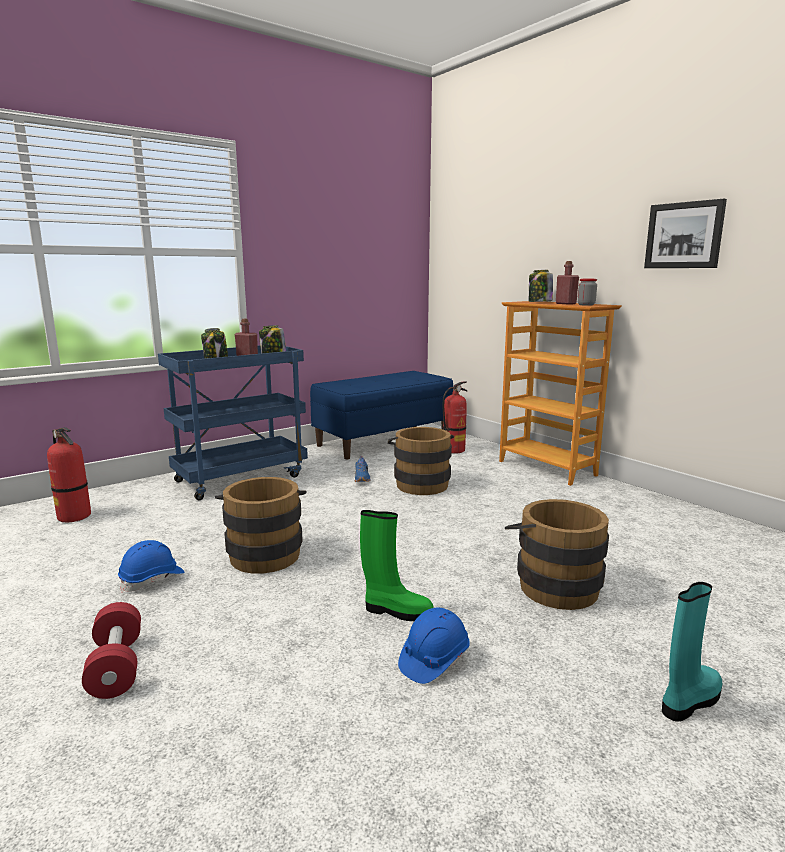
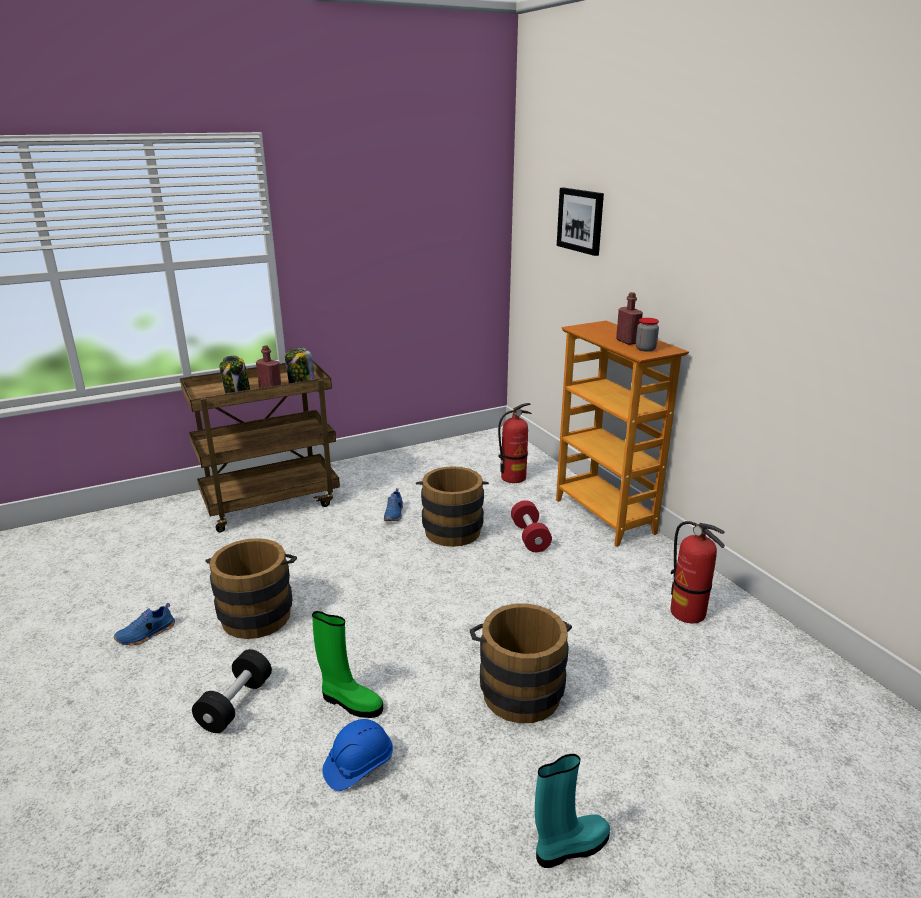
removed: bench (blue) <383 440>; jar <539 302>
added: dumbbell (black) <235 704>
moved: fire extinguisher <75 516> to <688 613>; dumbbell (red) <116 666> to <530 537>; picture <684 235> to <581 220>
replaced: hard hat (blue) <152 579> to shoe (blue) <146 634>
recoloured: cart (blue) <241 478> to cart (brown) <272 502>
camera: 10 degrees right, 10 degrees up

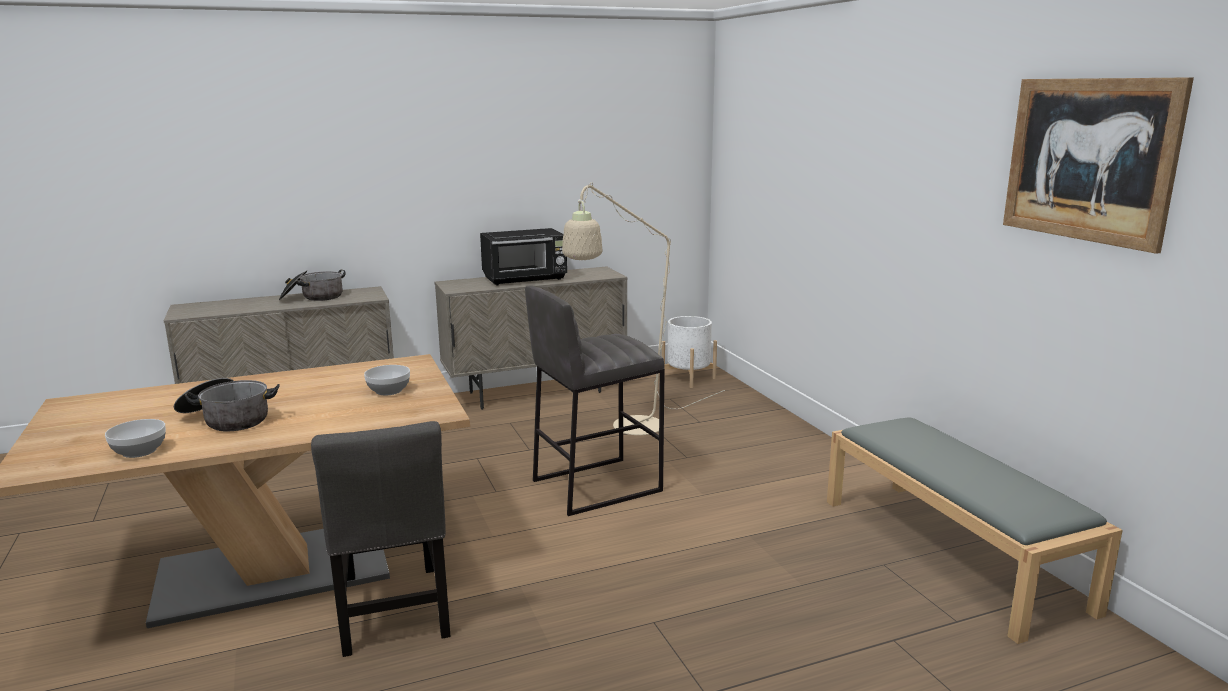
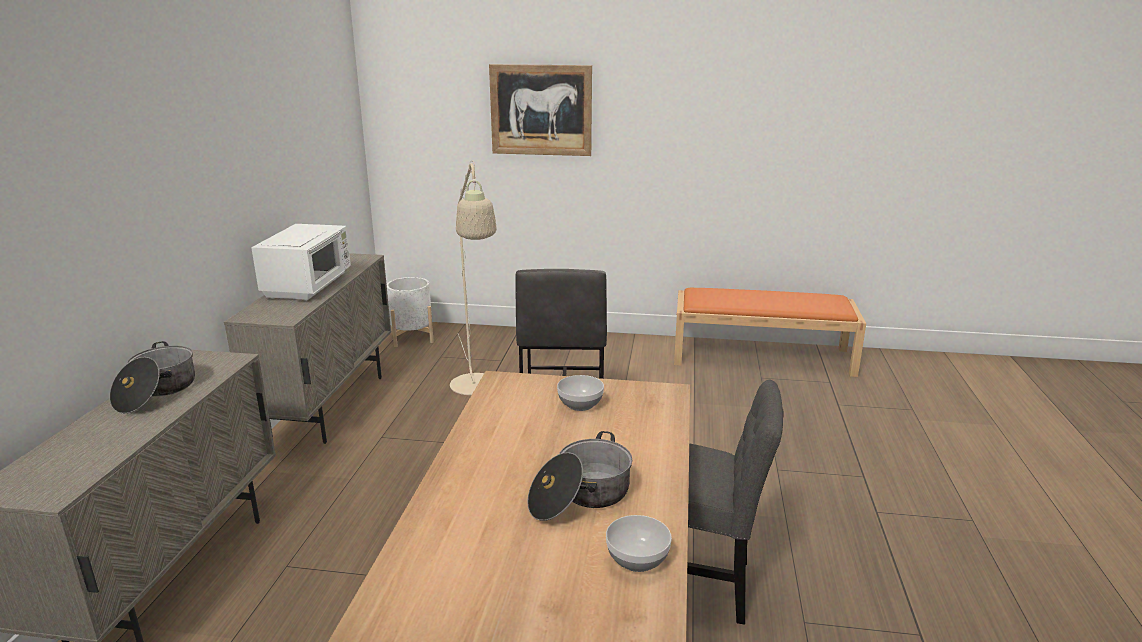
moved: picture <1088 160> to <541 110>
recoloured: microwave (black) <525 279> to microwave (white) <309 286>; bench (grey) <951 553> to bench (orange) <762 356>
camera: 60 degrees left, 5 degrees up

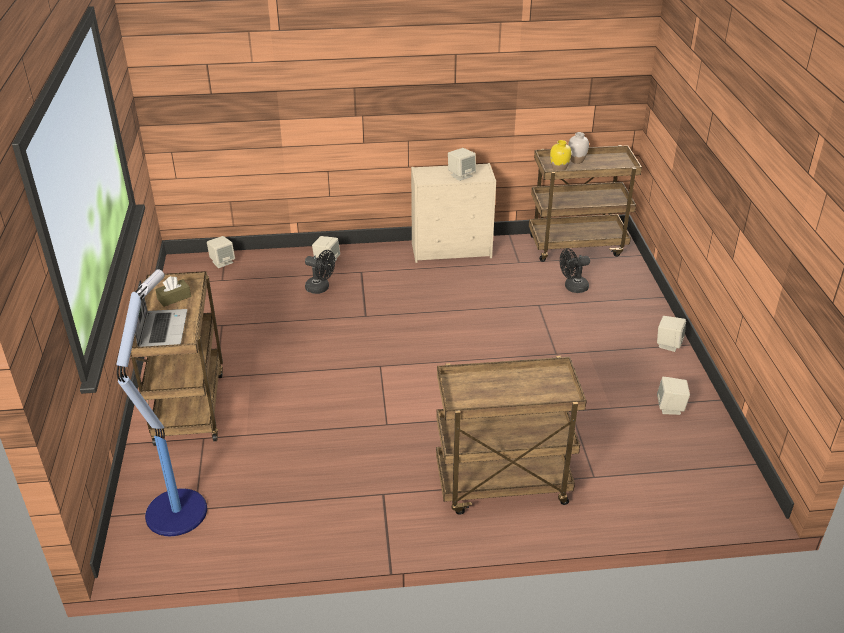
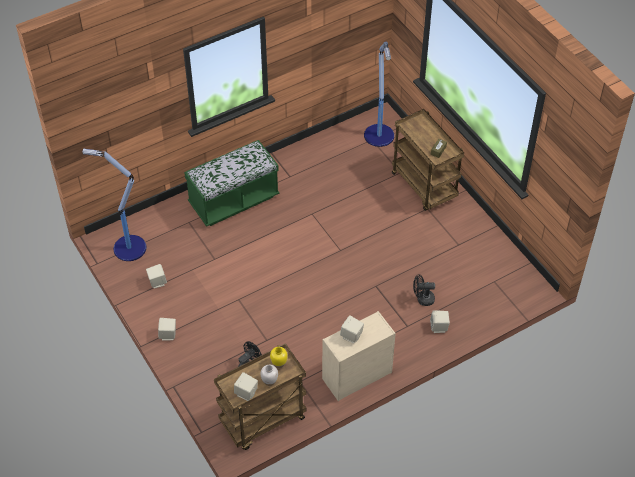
removed: laptop <162 329>
added: floor lamp <128 248>
moved: speaker (beige) <222 262> to <246 393>
replaced: cart (brown) <501 486> to bench (green) <234 200>
camera: 155 degrees right, 15 degrees up

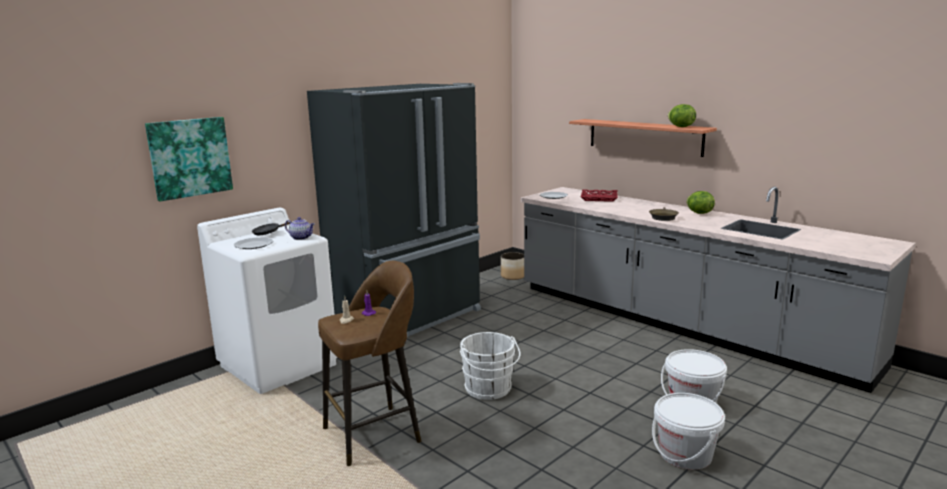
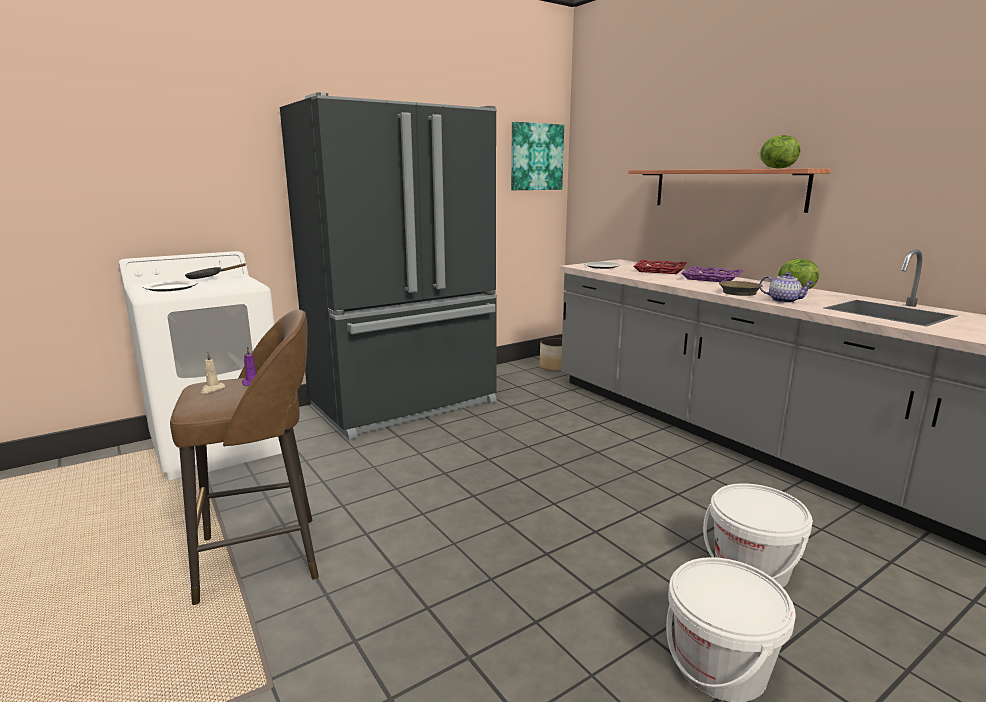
removed: bucket (white) <489 390>
added: tray (purple) <712 278>
moved: picture <190 157> to <536 157>; teapot <301 238> to <784 301>
camera: 10 degrees right, 0 degrees up

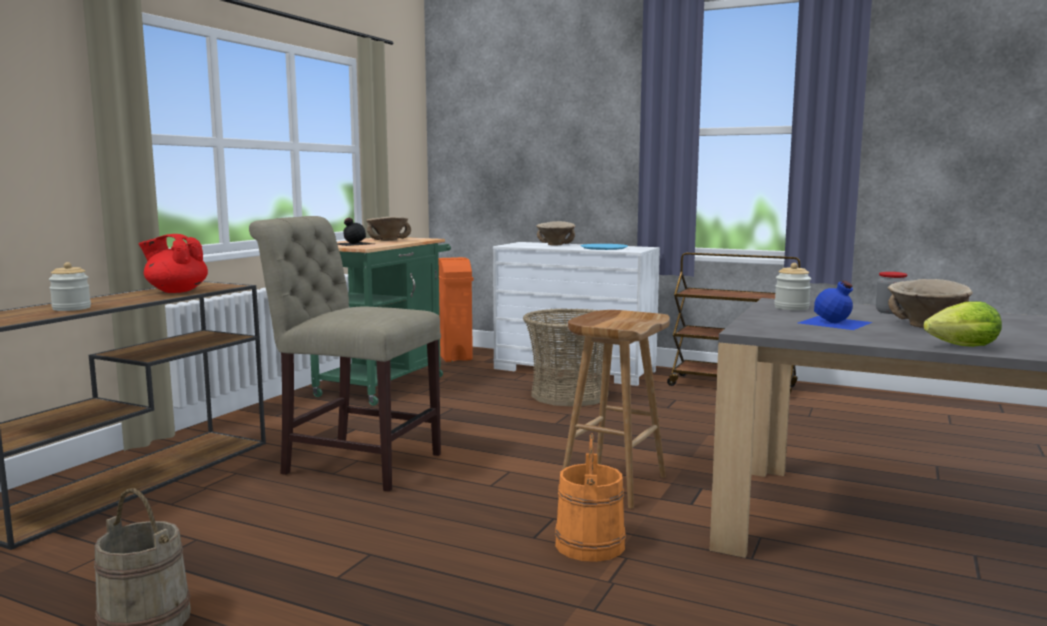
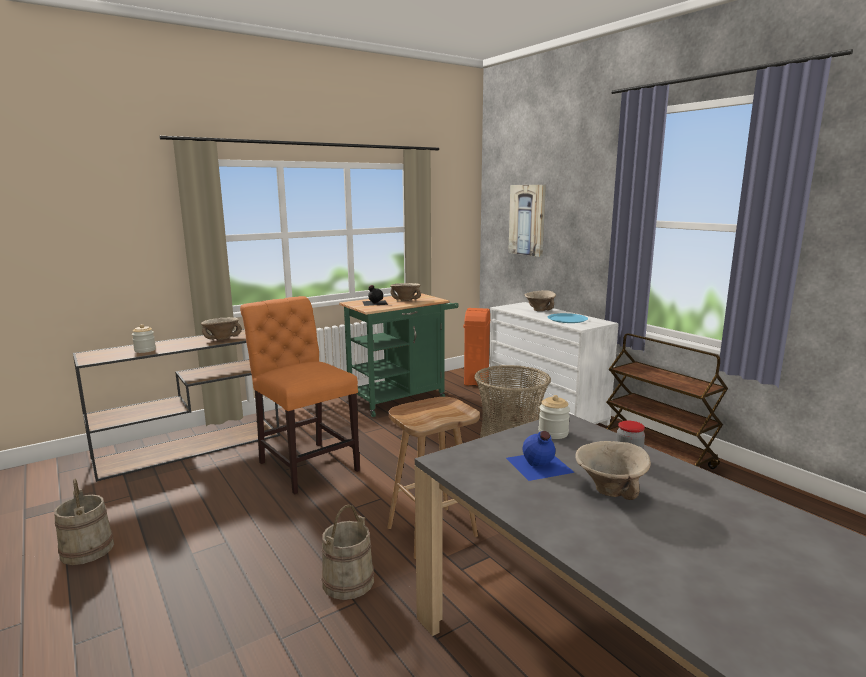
removed: lettuce <958 347>
added: picture <527 220>
replaced: teapot (red) <176 291> to bowl (beige) <221 338>
recoloured: chair (beige) <355 462> to chair (orange) <306 464>; bucket (orange) <589 544> to bucket (beige) <348 581>
camera: 30 degrees right, 5 degrees up

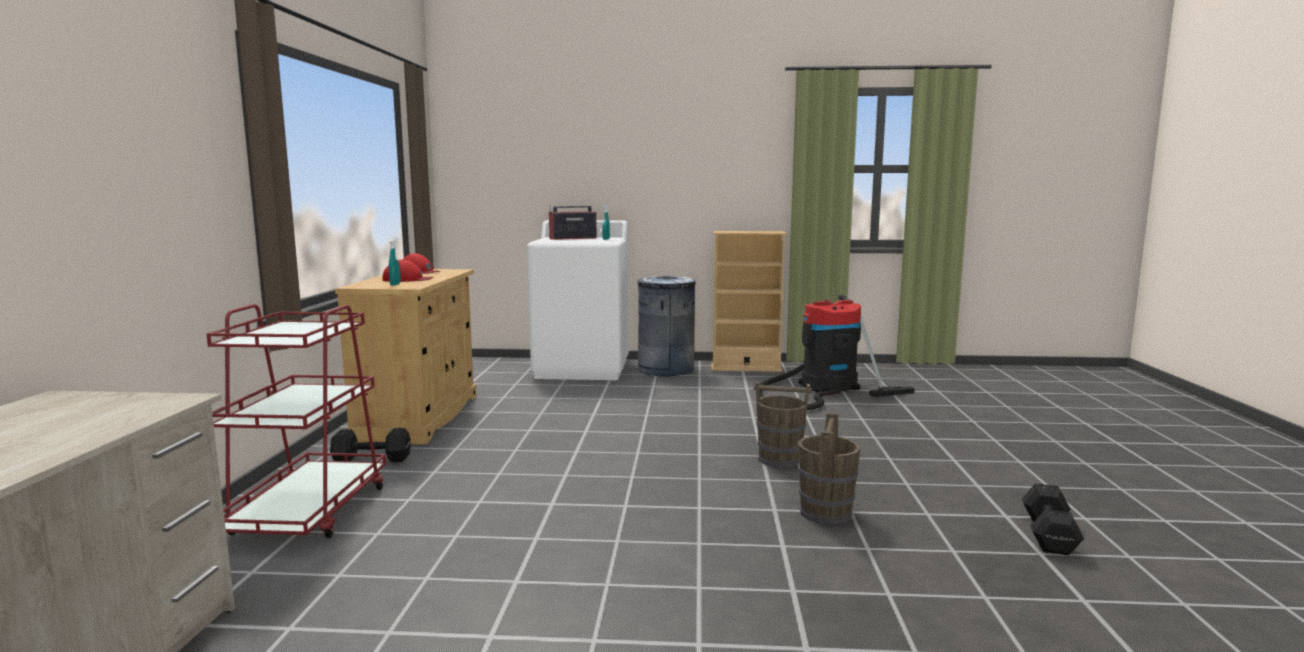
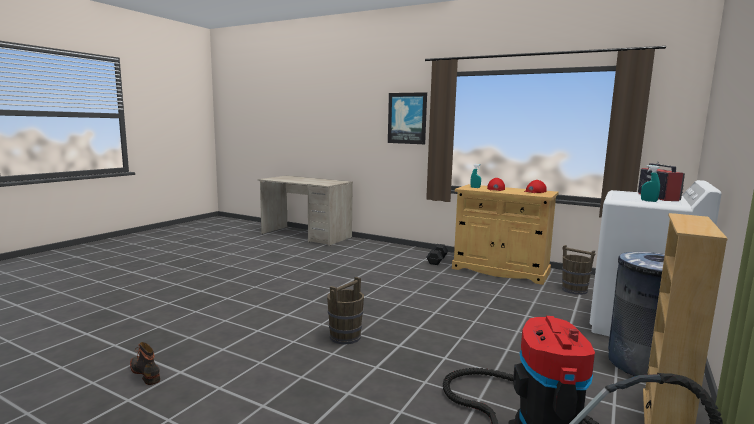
removed: cart (red) <309 512>
added: picture <407 118>
moved: bucket (brown) <825 512> to <574 290>
replaced: dumbbell (black) <1049 534> to boot <146 372>
camera: 115 degrees right, 0 degrees up

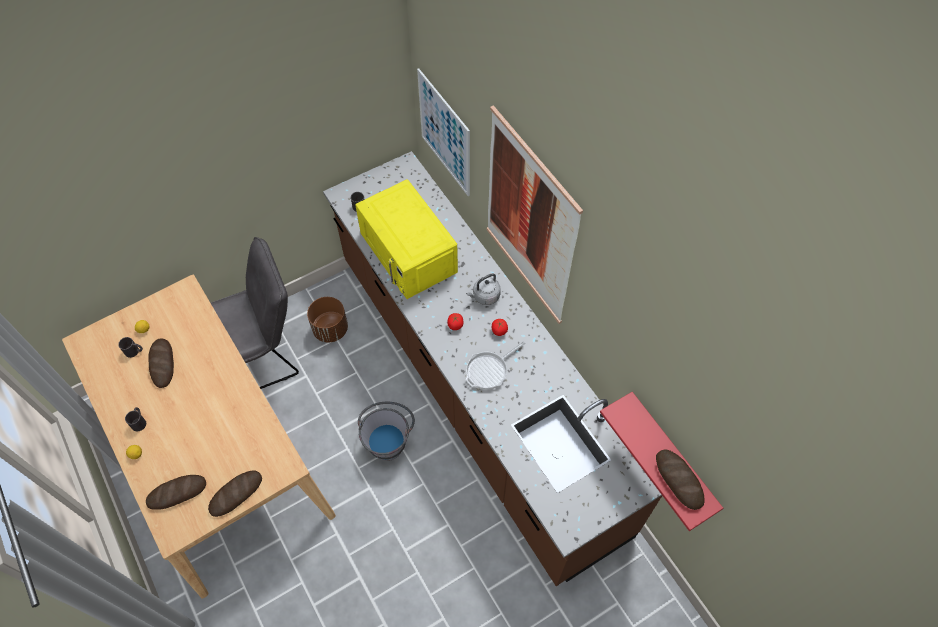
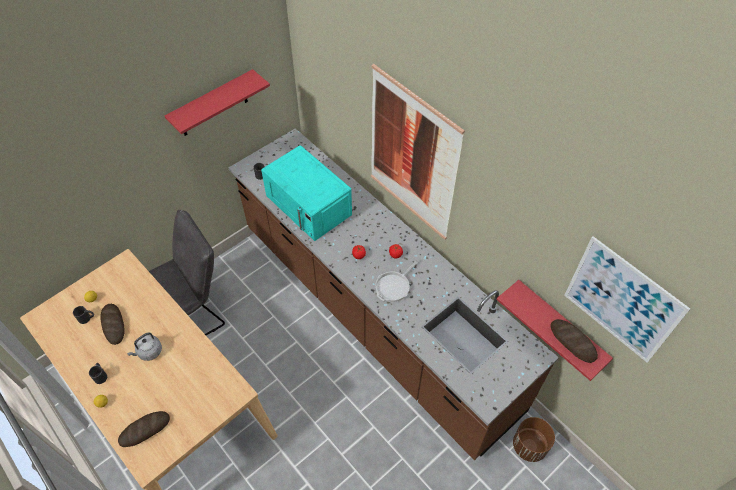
removed: bread <236 494>; bucket (grey) <388 439>
added: shelf (red) <213 105>
moved: planter (brown) <331 329> to <529 446>; picture <444 133> to <621 300>; kettle (grey) <484 296> to <149 352>
recoloured: microwave (yellow) <409 253> to microwave (turquoise) <309 205>
camera: 10 degrees left, 5 degrees down

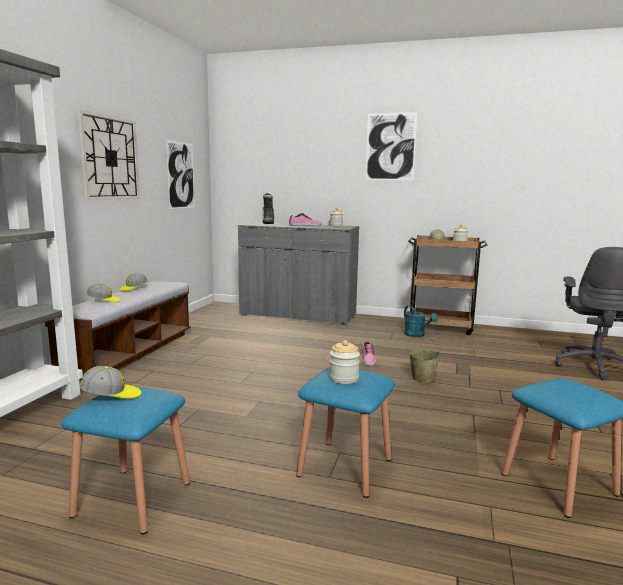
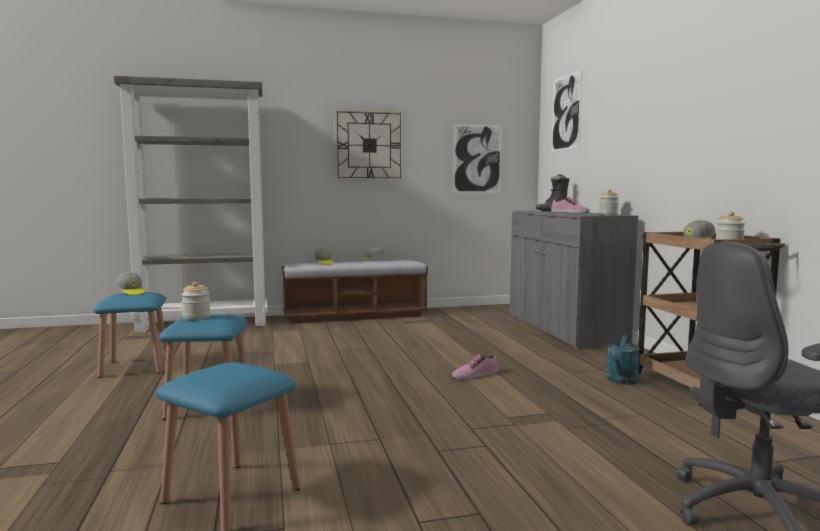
removed: bucket (beige) <422 378>
moved: picture <390 146> to <565 112>
camera: 60 degrees right, 5 degrees down

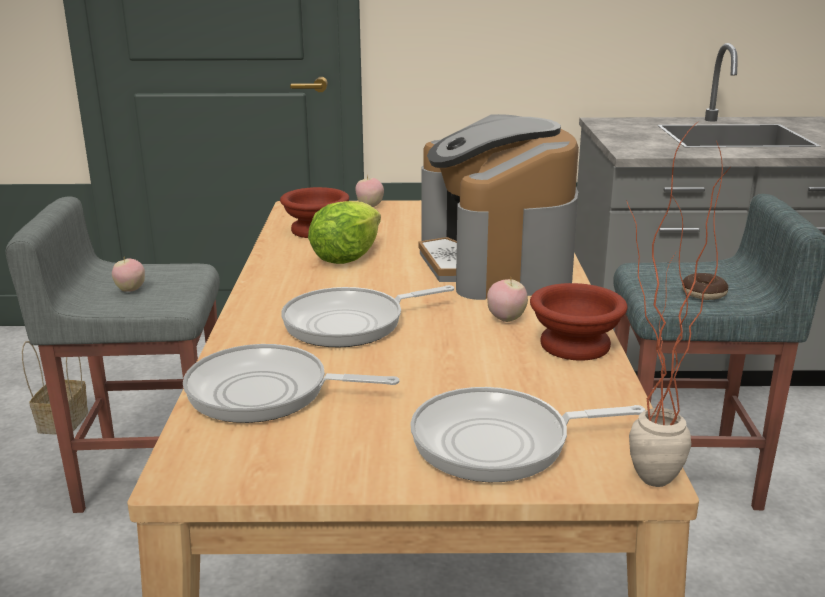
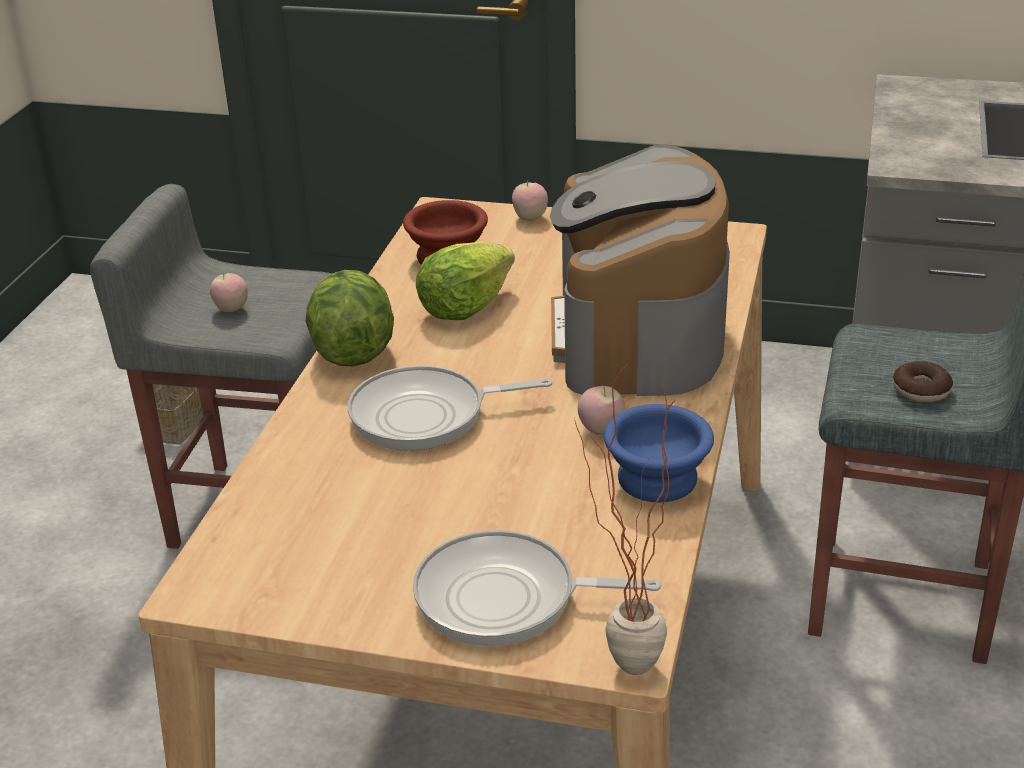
removed: frying pan <266 393>
added: lettuce <352 351>
recoloured: bowl (brown) <572 344> to bowl (blue) <655 477>
camera: 15 degrees right, 10 degrees up

